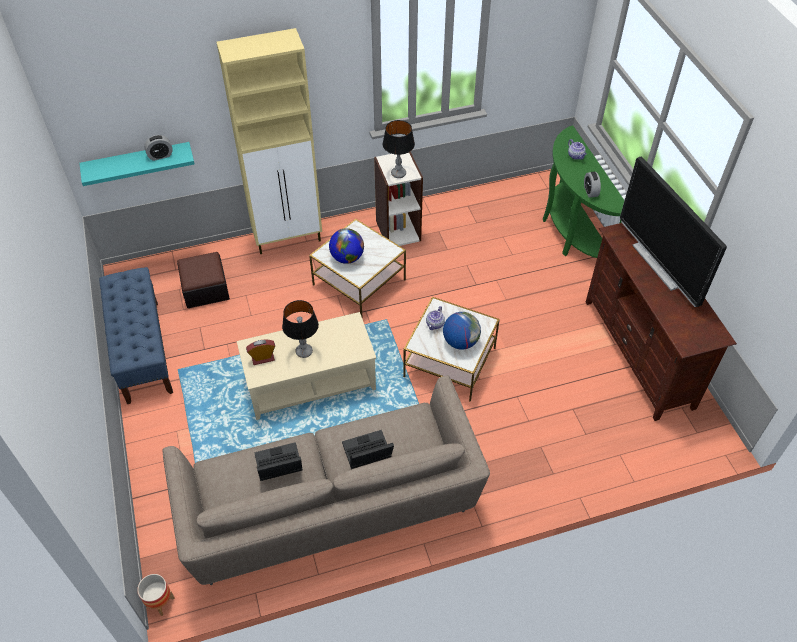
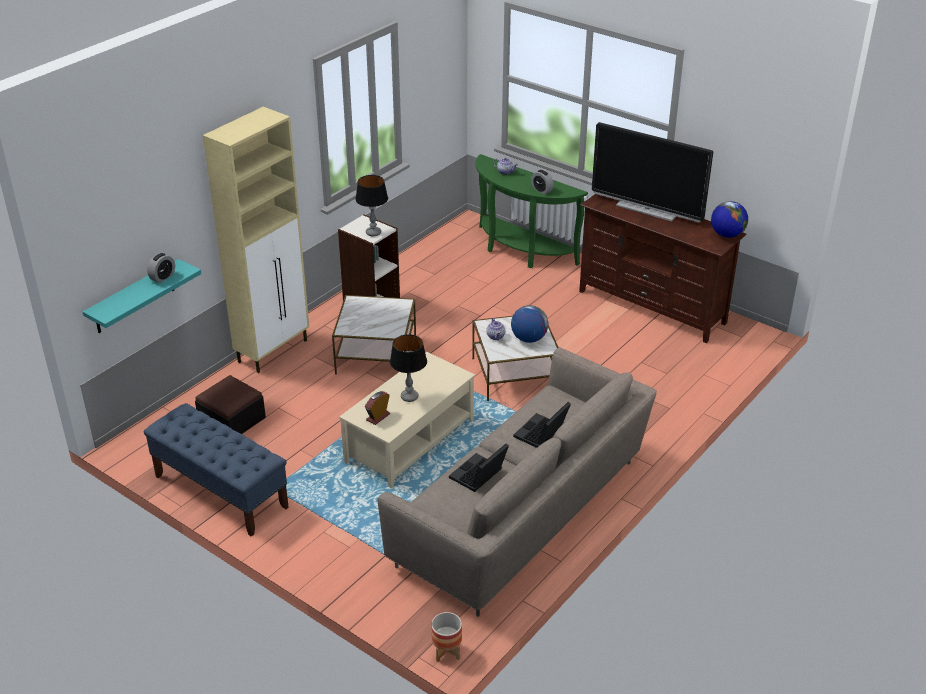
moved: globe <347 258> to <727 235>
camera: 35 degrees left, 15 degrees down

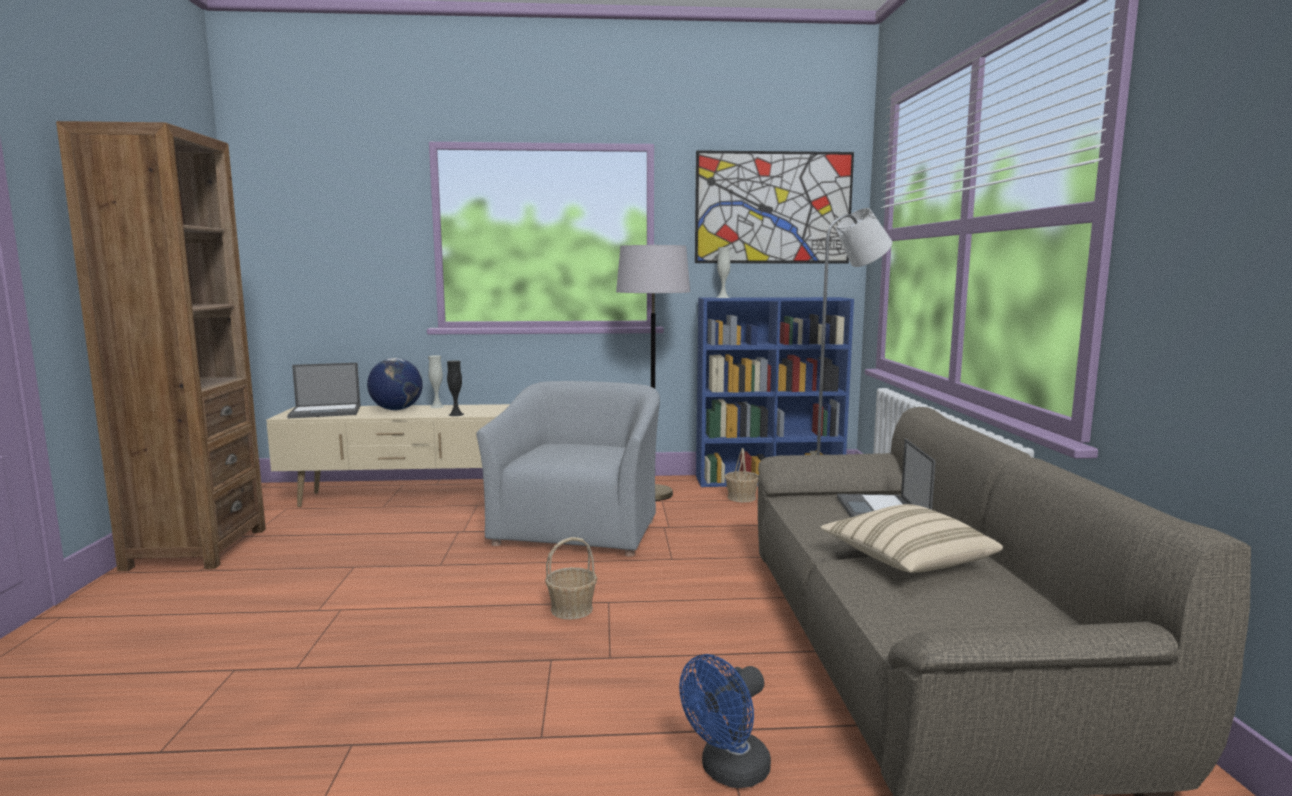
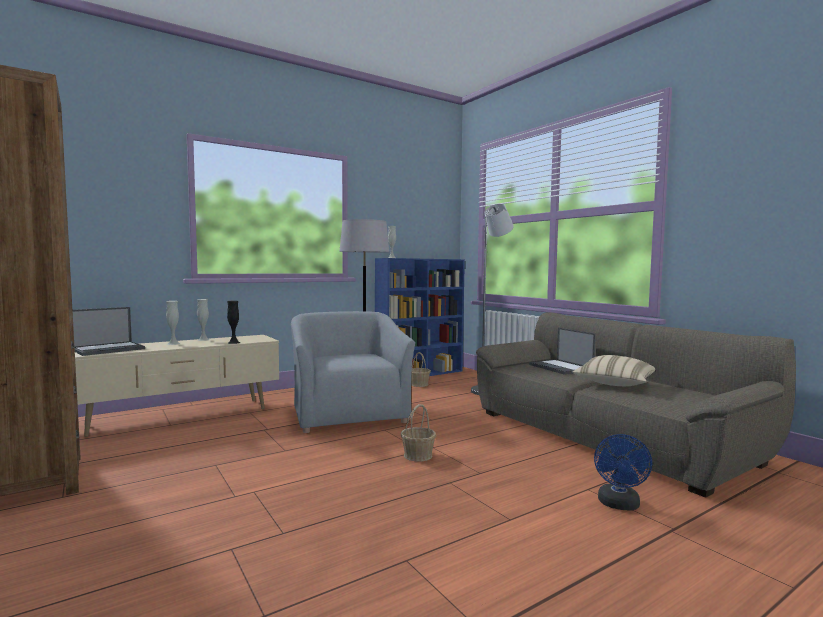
removed: picture <773 208>
replaced: globe <396 409> to vase (white) <173 343>
camera: 30 degrees left, 5 degrees down

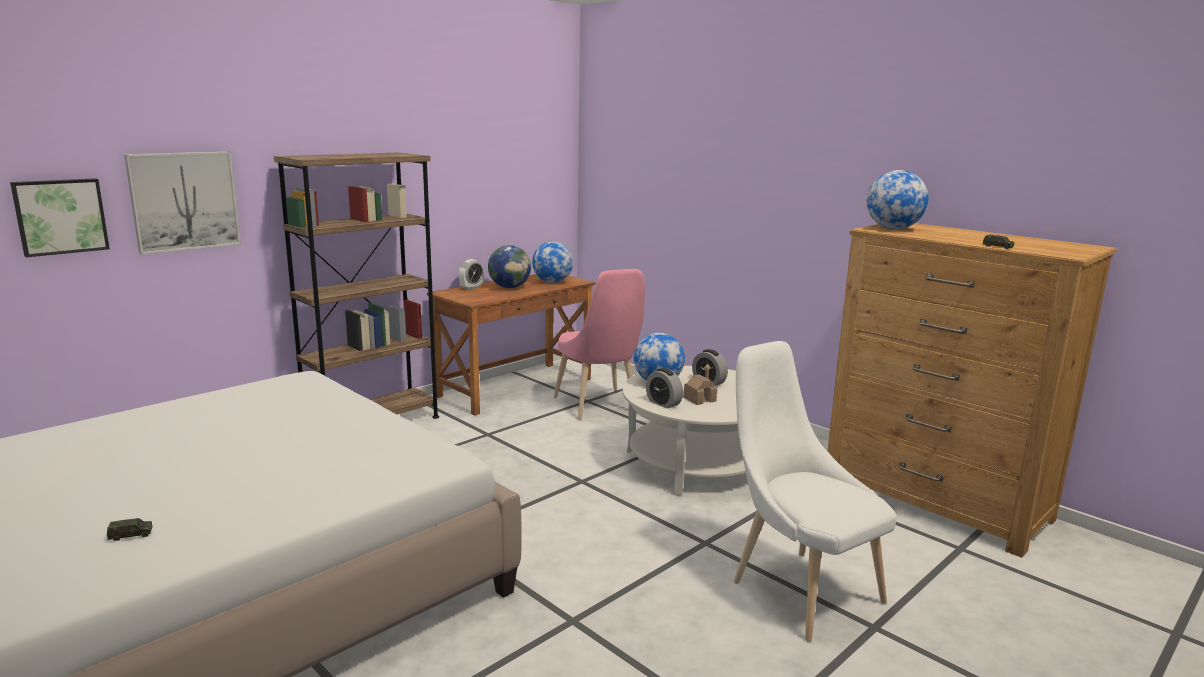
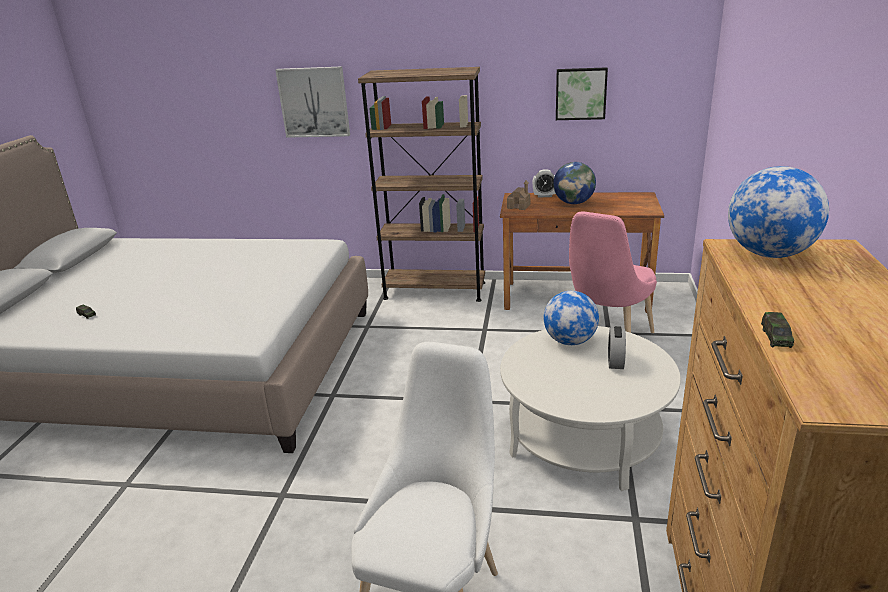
removed: globe <552 282>; alarm clock <663 403>
moved: picture <60 216> to <580 93>; toy house <699 399> to <518 206>
camera: 55 degrees right, 10 degrees up

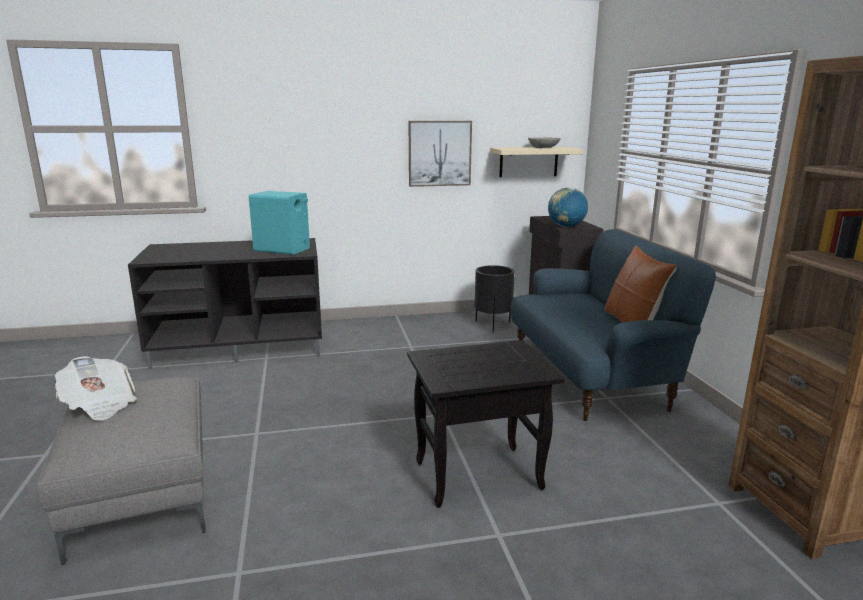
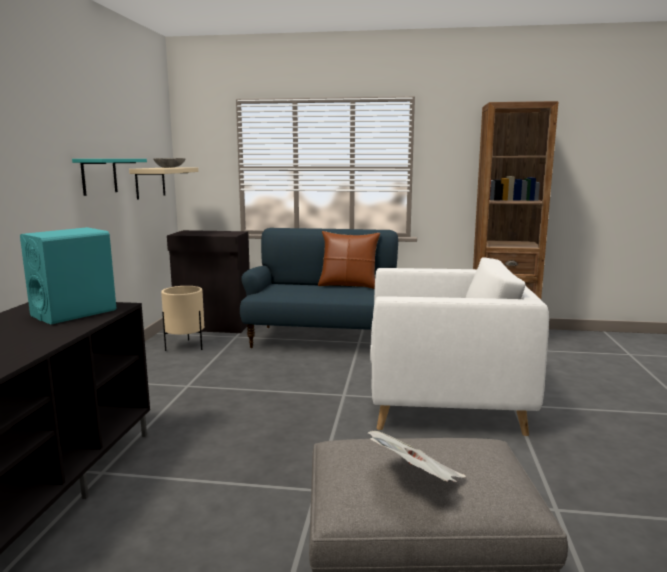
removed: globe <566 227>
replaced: side table (black) <476 477> to armchair (white) <444 399>; picture <439 153> to shelf (turquoise) <99 176>
recoloured: planter (black) <493 325> to planter (beige) <185 346>
camera: 70 degrees left, 5 degrees down

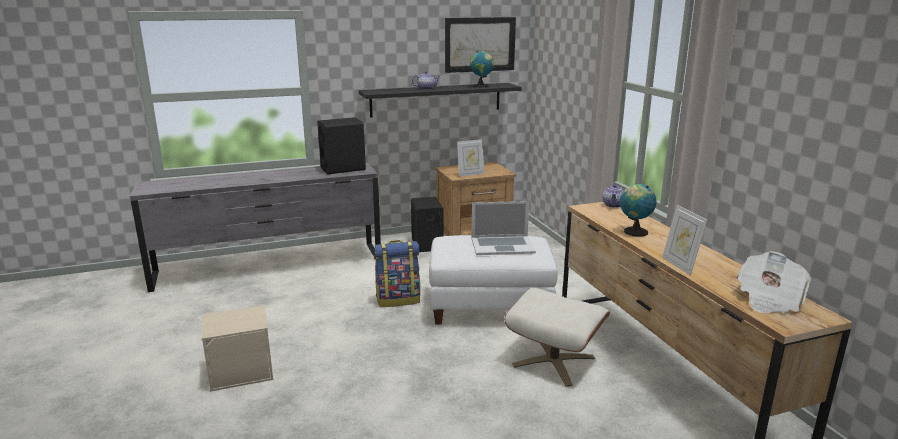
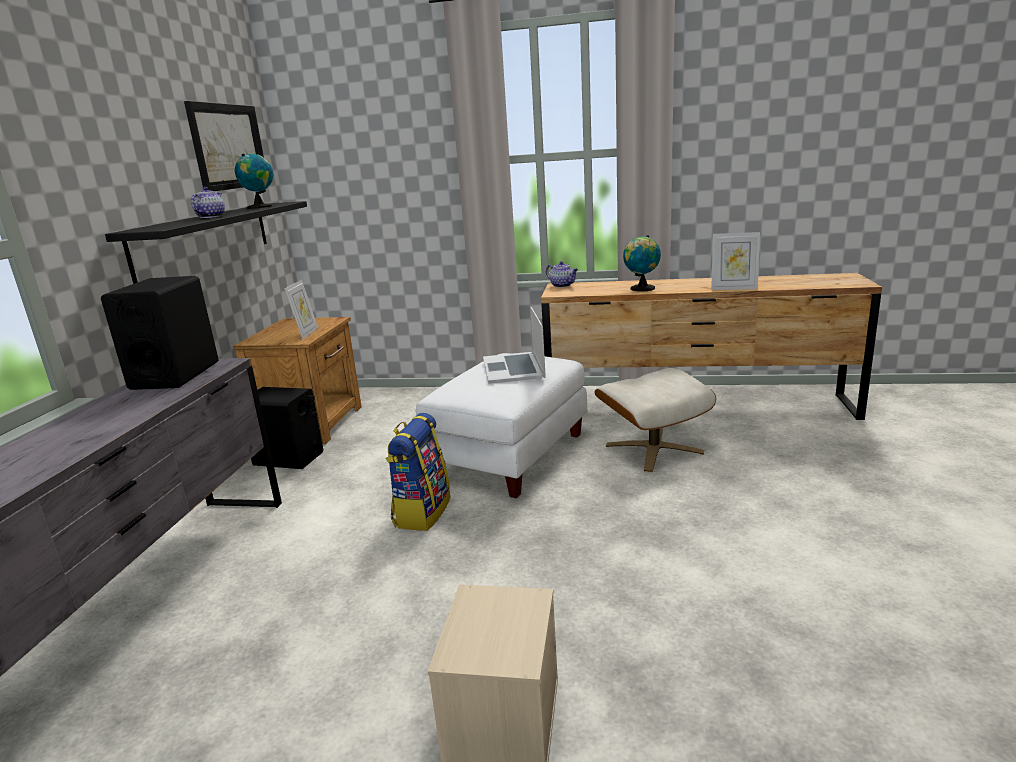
removed: newspaper <768 300>
turned: laptop <502 245> = <513 368> 150 degrees clockwise
camera: 60 degrees left, 0 degrees up

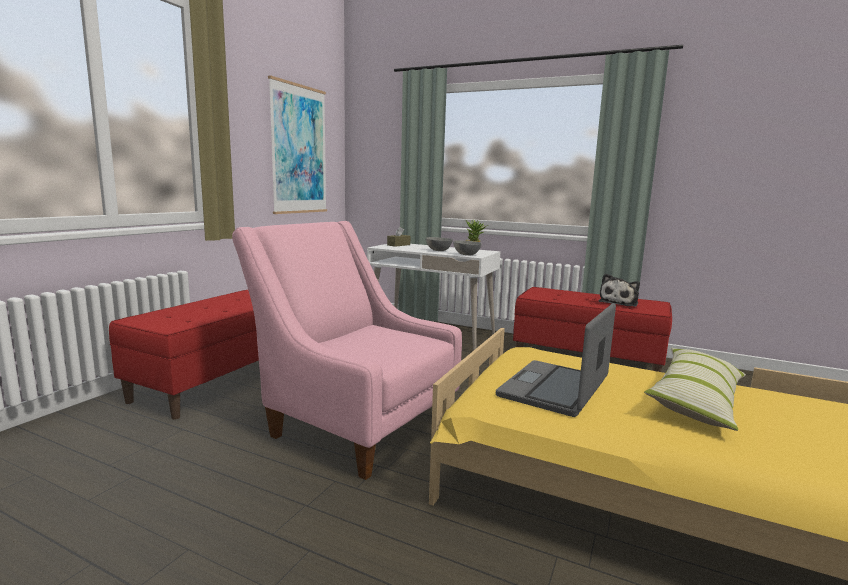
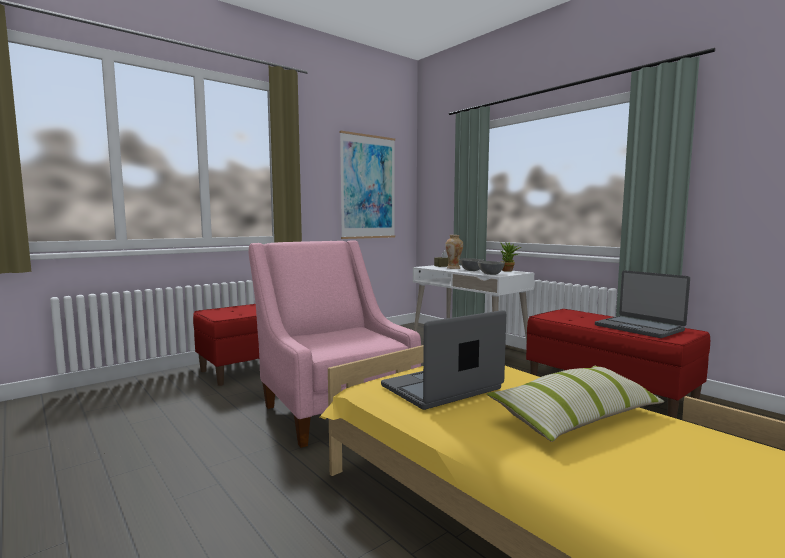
added: vase <453 268>
replaced: plush toy <619 303> to laptop <639 328>
camera: 25 degrees right, 5 degrees down

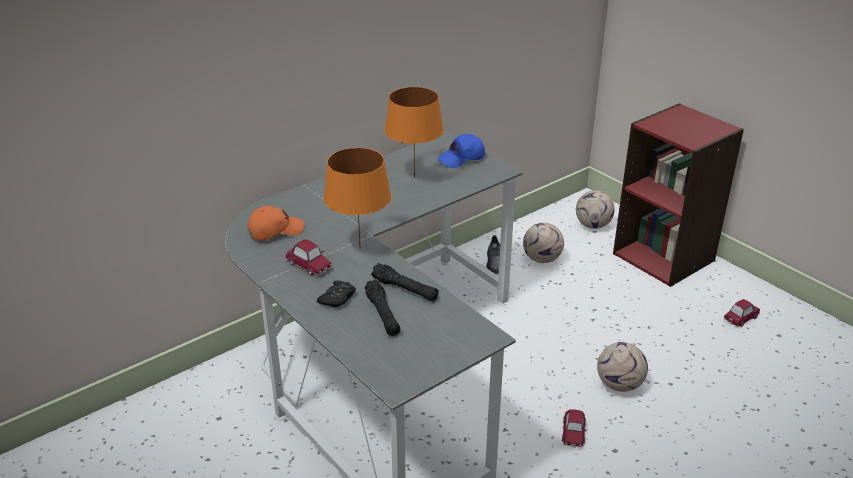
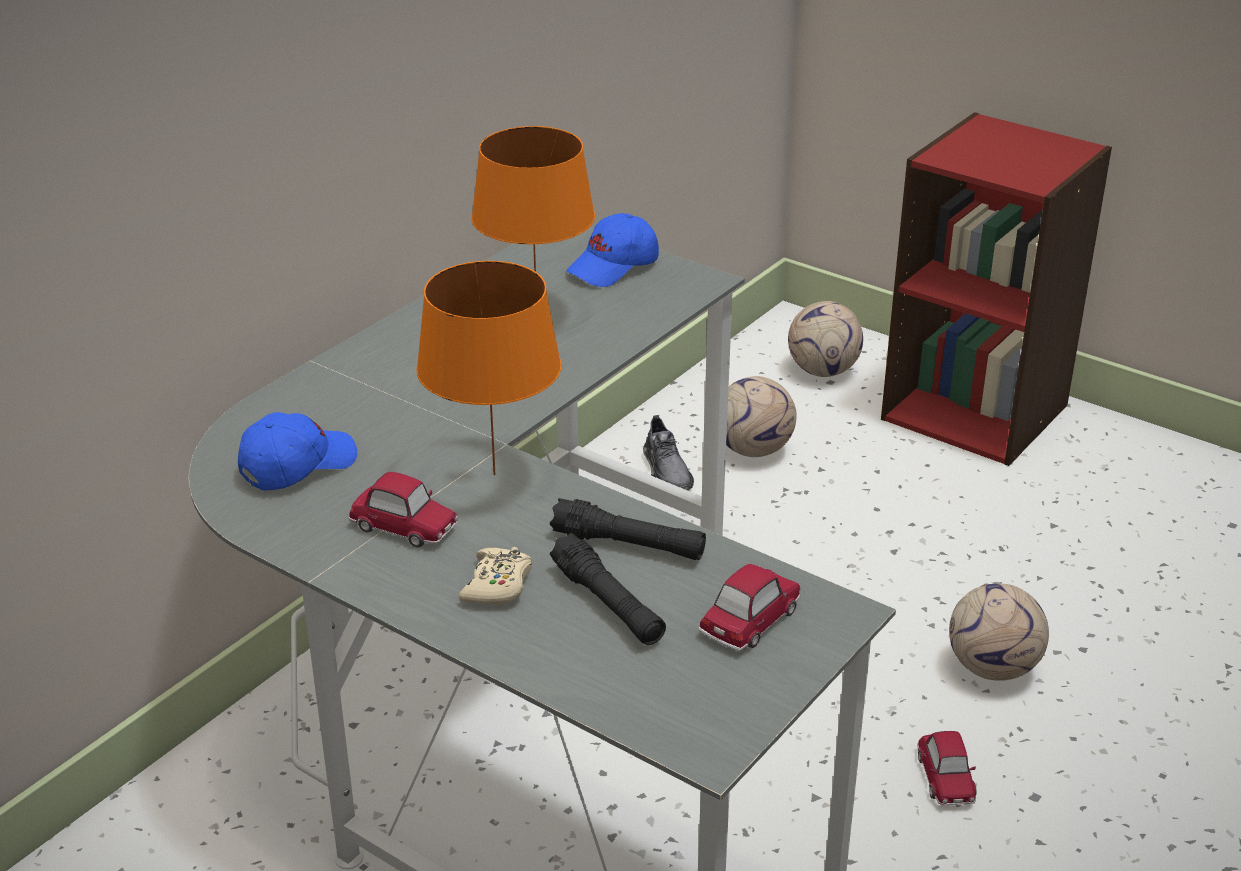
moved: toy car <741 318> to <751 619>
recoloured: cap (orange) <275 231> to cap (blue) <297 465>; game controller (black) <337 298> to game controller (beige) <497 585>
camera: 15 degrees left, 0 degrees up

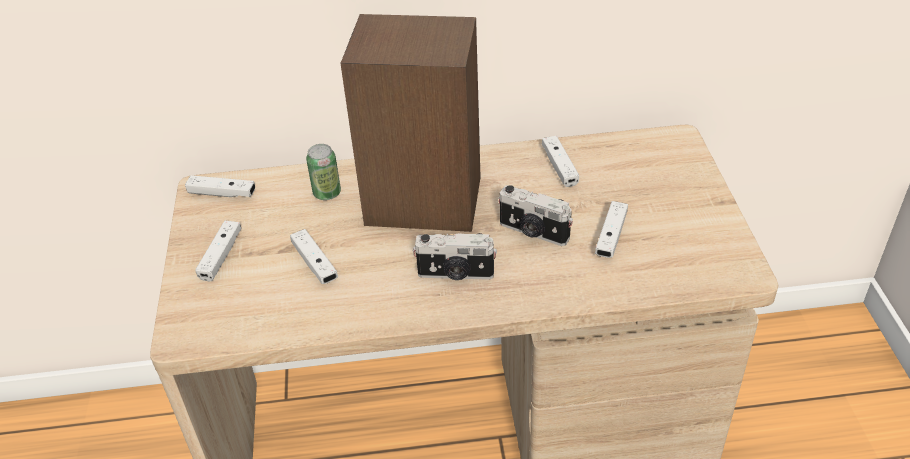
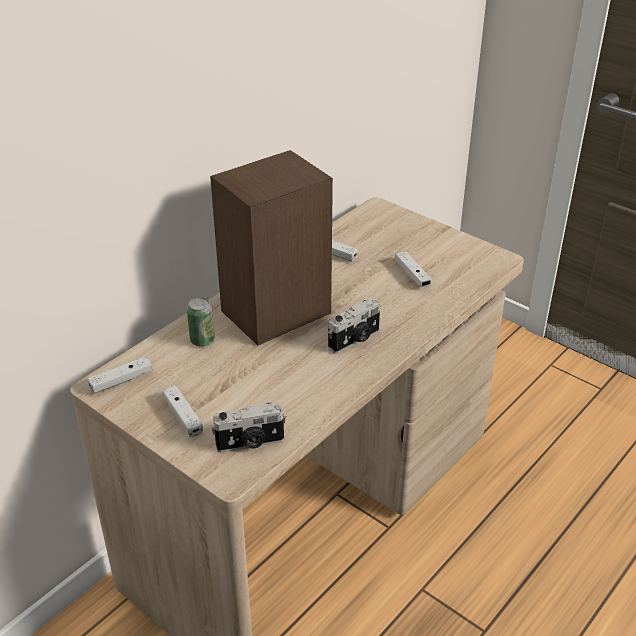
removed: game controller (white) <315 263>
moved: photo camera <533 232> to <250 443>
camera: 45 degrees left, 5 degrees down

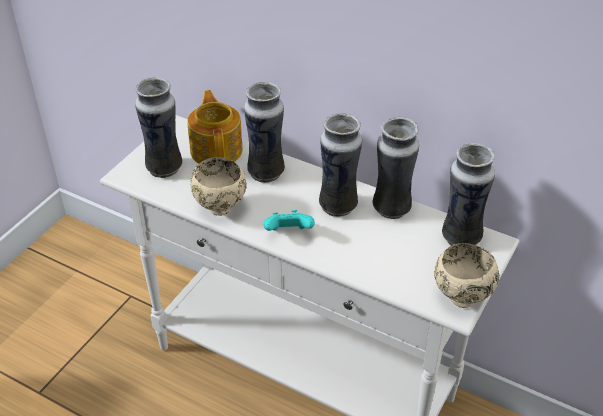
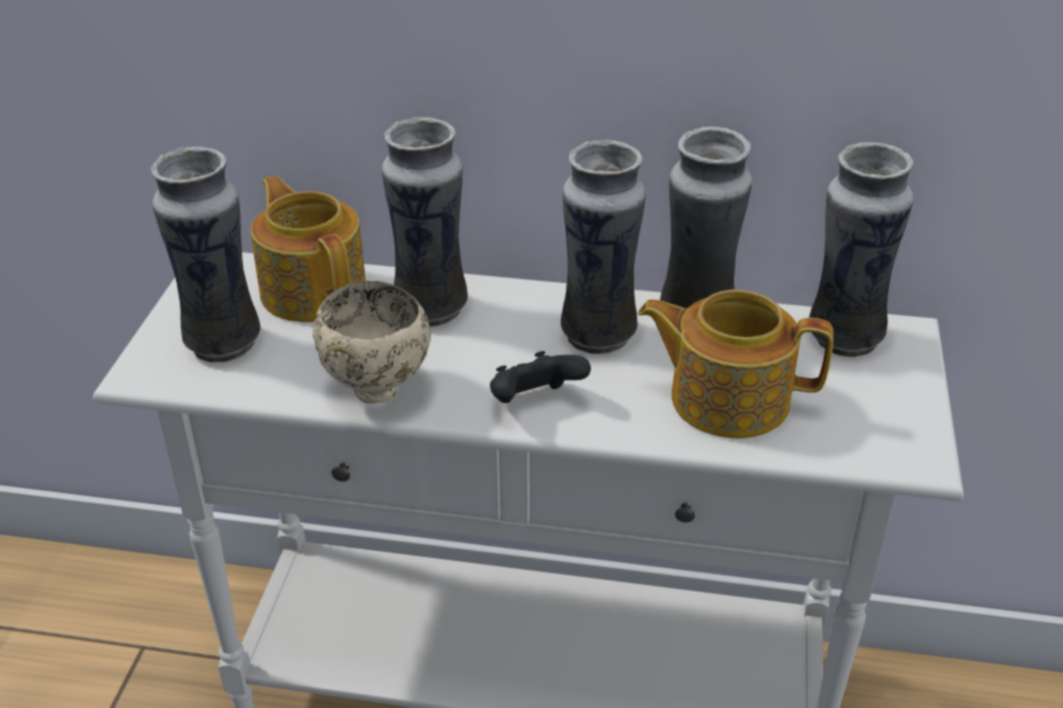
removed: bowl (beige) <460 298>
added: teapot <727 398>
recoloured: game controller (turquoise) <288 233> to game controller (black) <534 402>
camera: 20 degrees left, 5 degrees down

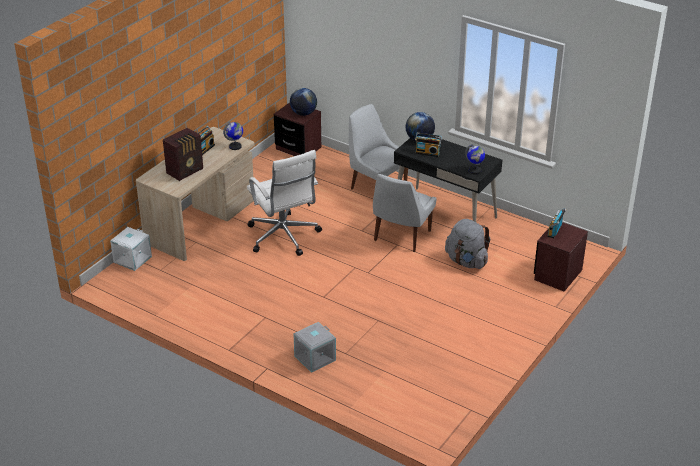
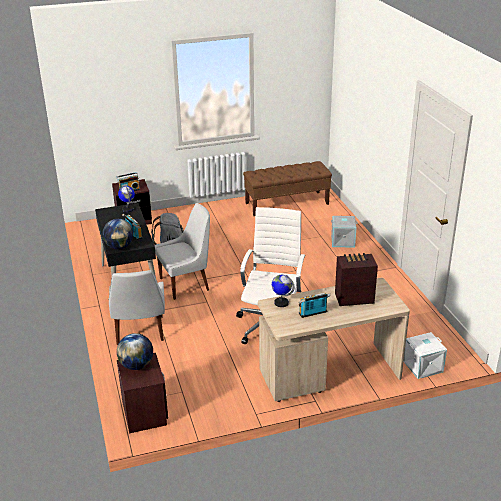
added: bench (brown) <287 203>
camera: 140 degrees left, 5 degrees down

